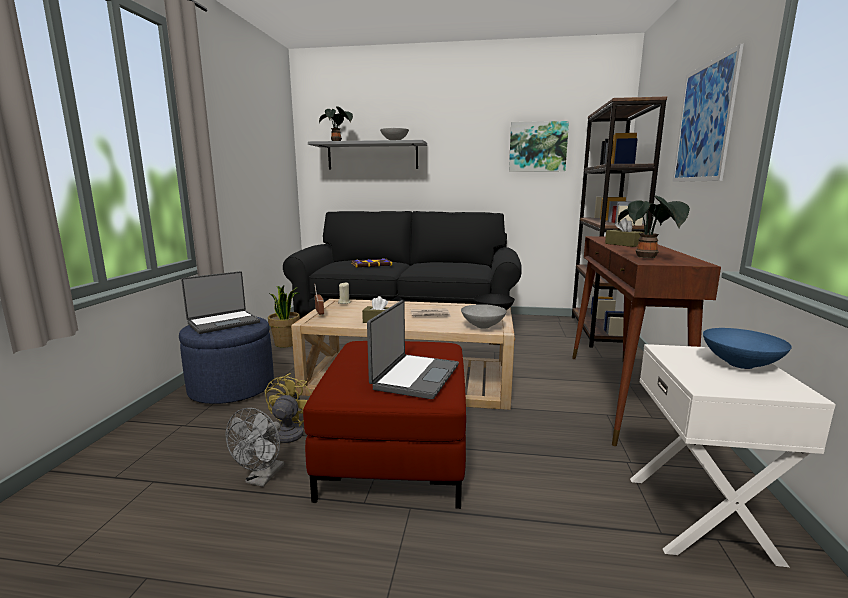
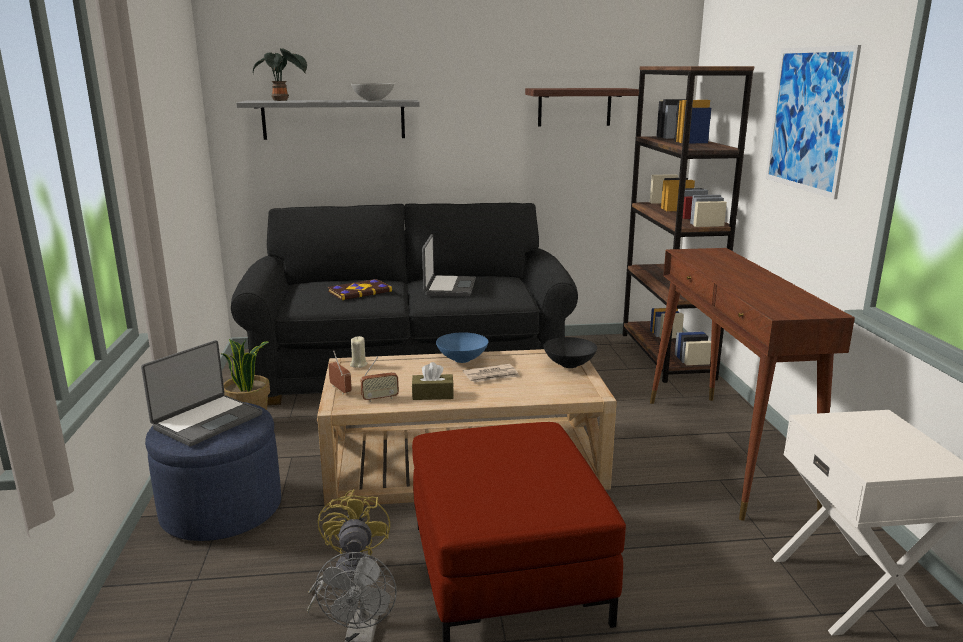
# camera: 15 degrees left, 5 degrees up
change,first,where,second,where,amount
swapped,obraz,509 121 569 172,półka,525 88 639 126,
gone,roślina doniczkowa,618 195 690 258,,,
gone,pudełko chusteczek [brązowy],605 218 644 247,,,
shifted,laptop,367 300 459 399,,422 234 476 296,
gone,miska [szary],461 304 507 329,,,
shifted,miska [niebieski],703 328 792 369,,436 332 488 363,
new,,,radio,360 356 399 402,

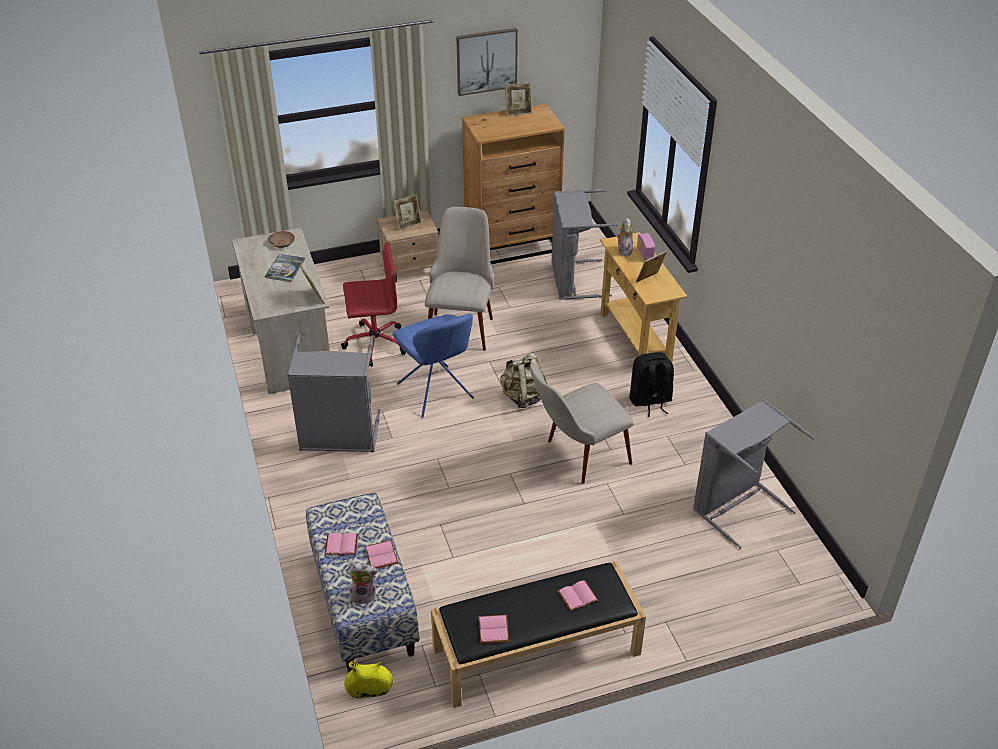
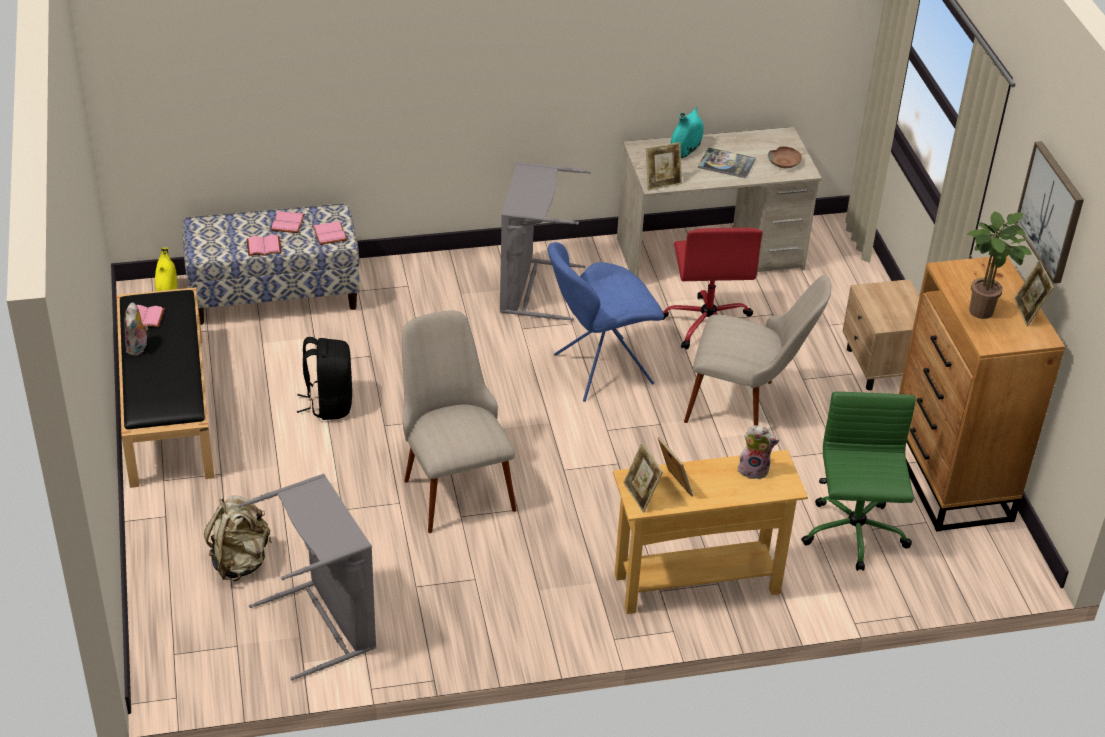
# camera: 95 degrees right, 0 degrees up
change,first,where,second,where,amount
swapped,kosz na pranie [szary],551 190 618 300,krzesło biurowe [zielony],801 392 916 571,
shifted,ramka na zdjęcie,393 194 422 230,,623 442 663 513,
gone,radio,637 233 655 261,,,
shifted,plecak [czarny],629 352 674 417,,297 337 352 420,
shifted,plecak [beżowy],500 353 547 408,,204 495 272 581,
shifted,pluszak,349 563 378 604,,124 302 148 356,
shifted,książka [różowy],558 580 599 612,,312 221 347 245,
new,,,wazon [turkusowy],671 107 704 158,
new,,,roślina doniczkowa,967 211 1032 319,

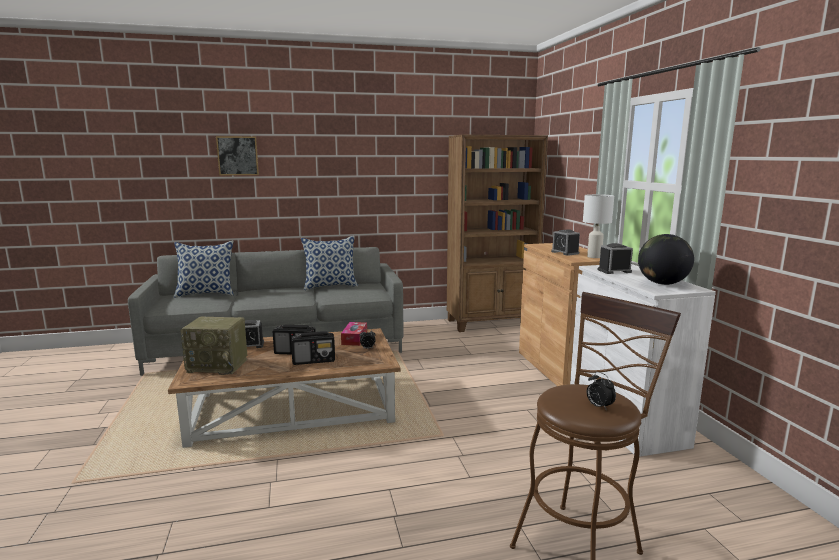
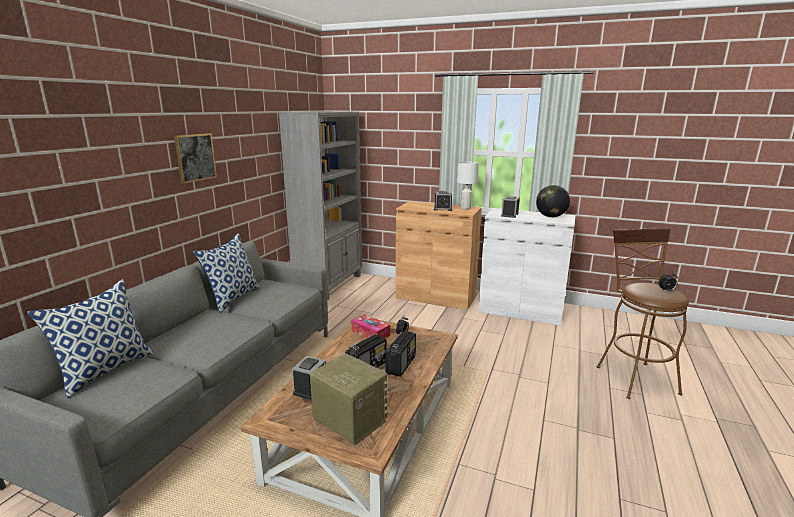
# camera: 55 degrees left, 5 degrees up
change,first,where,second,where,amount
repainted,regał [brązowy],447 135 548 332,regał [szary],279 111 362 301,
shifted,obraz,216 136 259 176,,174 133 217 184,
rotated,radio,180 316 247 375,,310 353 387 446,90 degrees counterclockwise

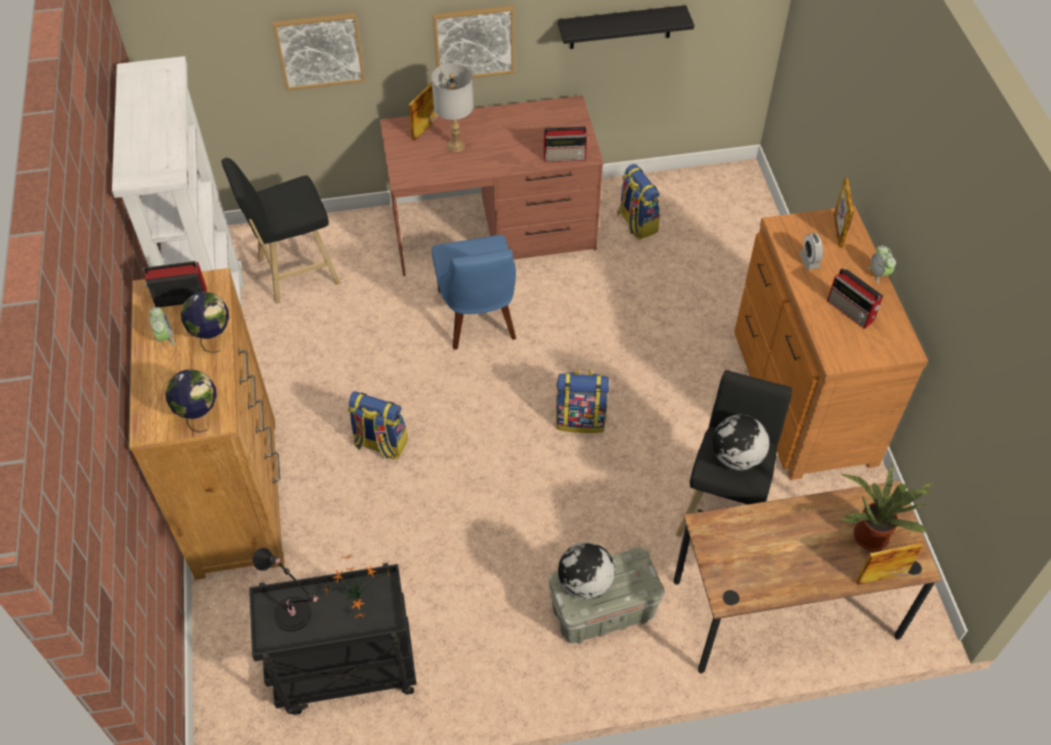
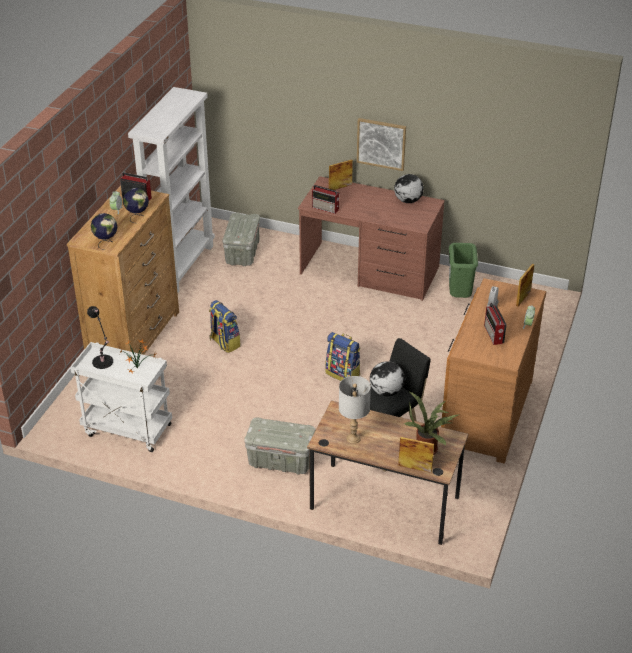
# camera: 30 degrees right, 15 degrees down
change,first,where,second,where,amount
gone,półka [czarny],558 5 694 49,,,
gone,obraz,273 13 365 91,,,
shifted,lampa stołowa [szary],431 63 473 152,,339 376 371 444,
shifted,radio,544 127 589 162,,312 185 339 214,
swapped,stołek [czarny],221 158 340 304,pojemnik do przechowywania [szary],222 213 260 266,
swapped,plecak,617 164 660 239,kosz na śmieci [zielony],449 243 478 298,
gone,krzesło [niebieski],432 235 516 350,,,
shifted,globus,558 542 615 600,,394 174 424 203,
repainted,wózek [czarny],249 563 417 715,wózek [biały],70 342 172 452,

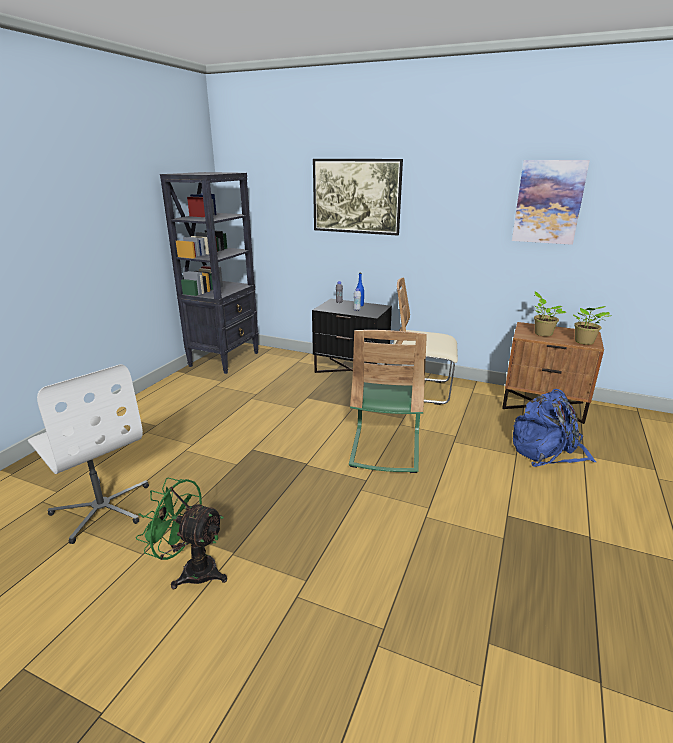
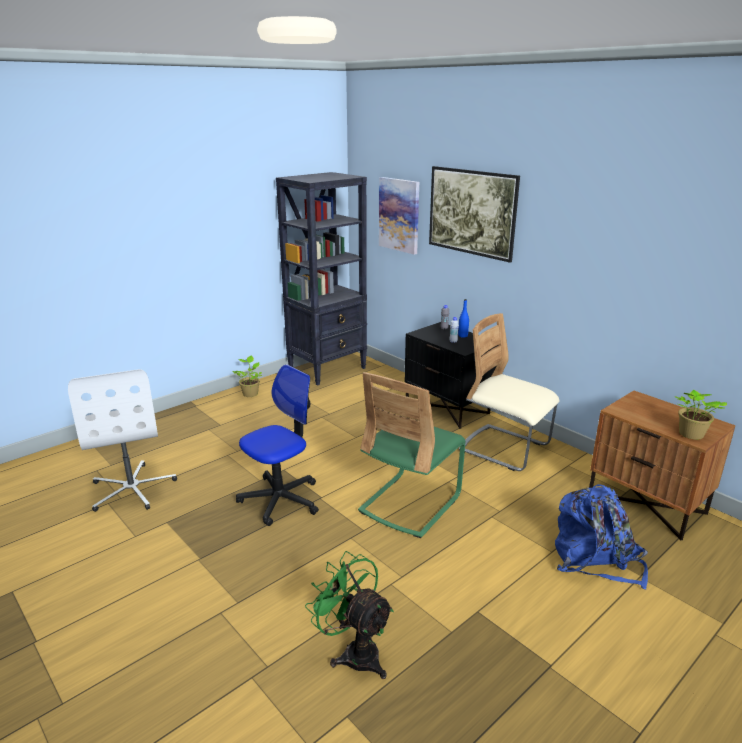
# camera: 25 degrees right, 0 degrees up
change,first,where,second,where,amount
shifted,obraz,512 160 590 245,,379 177 419 255,
shifted,roślina doniczkowa,534 292 566 337,,232 356 262 397,
shifted,wentylator [zielony],136 477 227 590,,305 551 394 679,
new,,,krzesło biurowe,236 364 319 526,

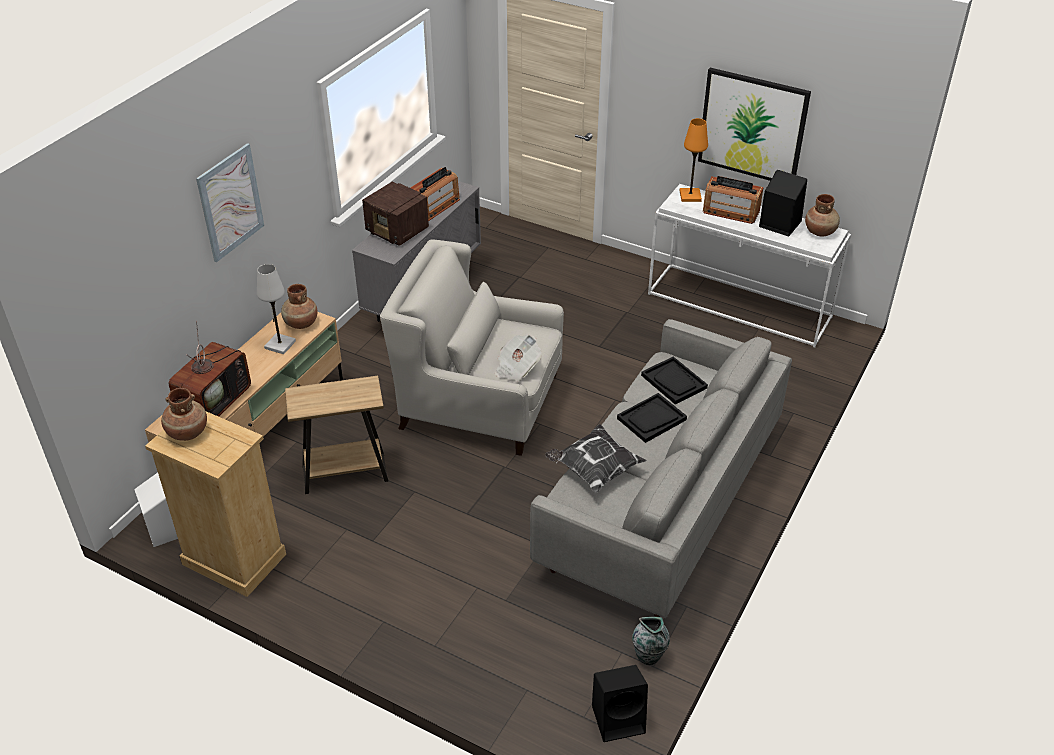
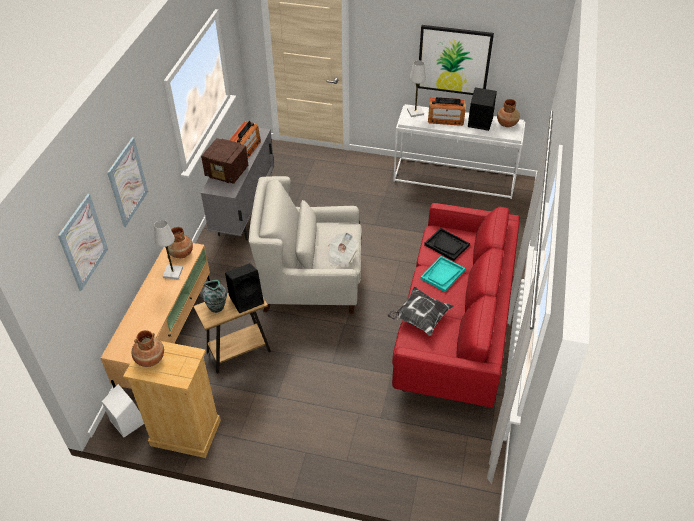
# camera: 15 degrees left, 5 degrees up
change,first,where,second,where,amount
repainted,lampa stołowa [pomarańczowy],680 118 708 202,lampa stołowa [biały],407 60 426 117,
repainted,kanapa [szary],530 319 792 618,kanapa [czerwony],392 203 520 408,
gone,telewizor,169 321 251 417,,,
repainted,taca [czarny],617 393 687 443,taca [turkusowy],421 256 465 292,
shifted,wazon,632 617 670 665,,202 280 227 313,
shifted,głośnik [czarny],592 665 648 742,,225 263 264 313,
new,,,obraz,58 194 108 291,

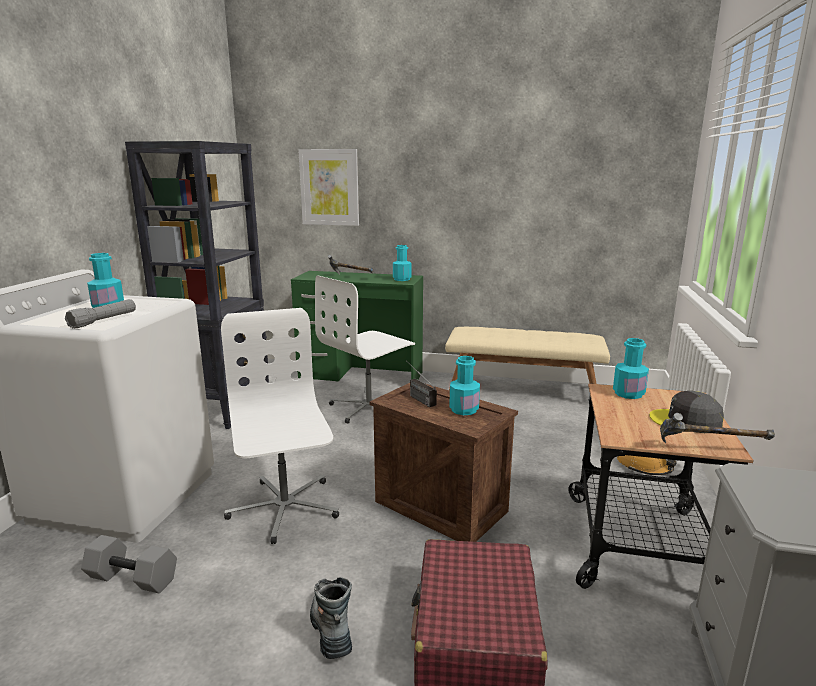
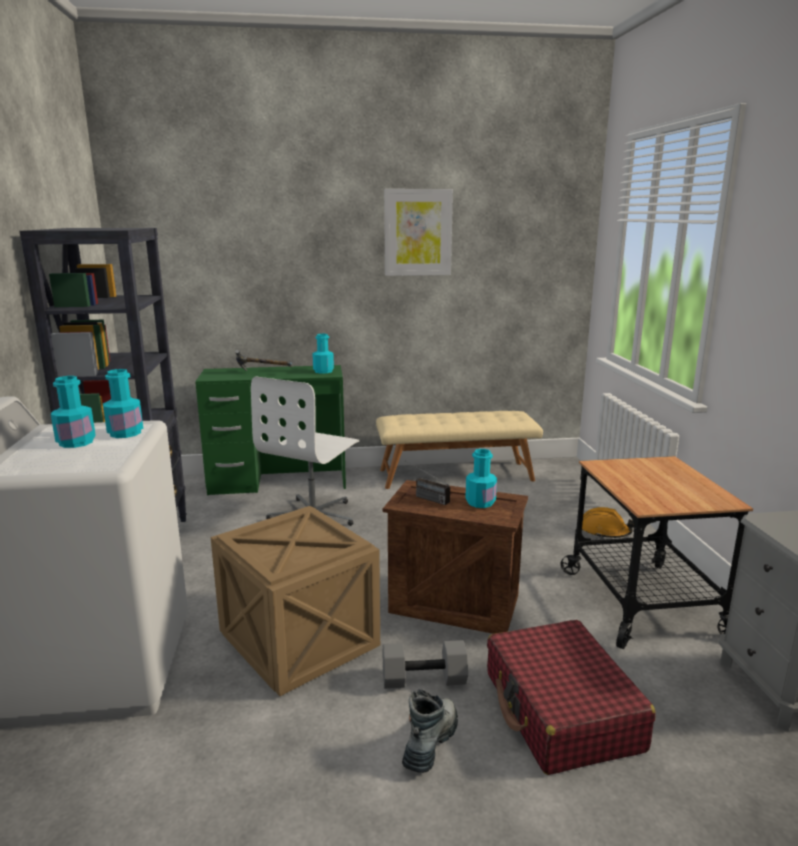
# camera: 20 degrees left, 0 degrees up
change,first,where,second,where,amount
shifted,obraz,298 149 359 226,,384 189 453 276,
gone,latarka [szary],65 299 136 329,,,
swapped,krzesło biurowe [biały],221 308 339 544,skrzynka,211 506 380 696,
shifted,butelka [turkusowy],613 338 649 399,,103 369 143 438,
gone,czapka z daszkiem [szary],649 391 724 433,,,
gone,młotek,660 413 775 443,,,
shifted,hantel [szary],81 535 177 593,,383 640 468 689,
rotated,but z cholewką,310 577 352 659,,402 689 458 773,60 degrees clockwise

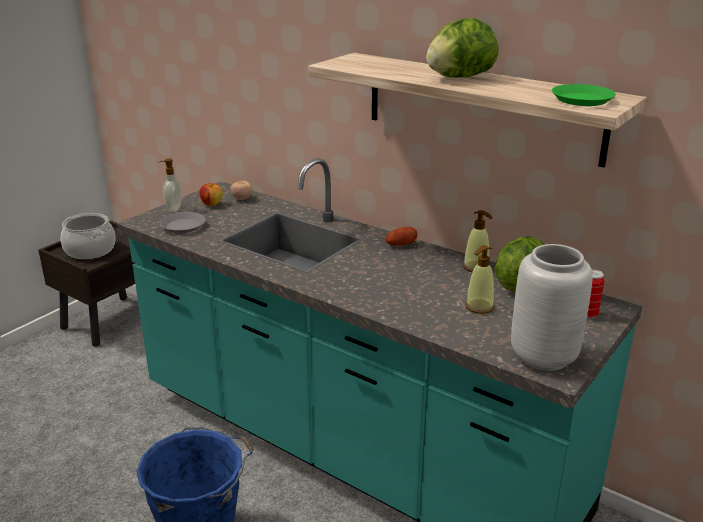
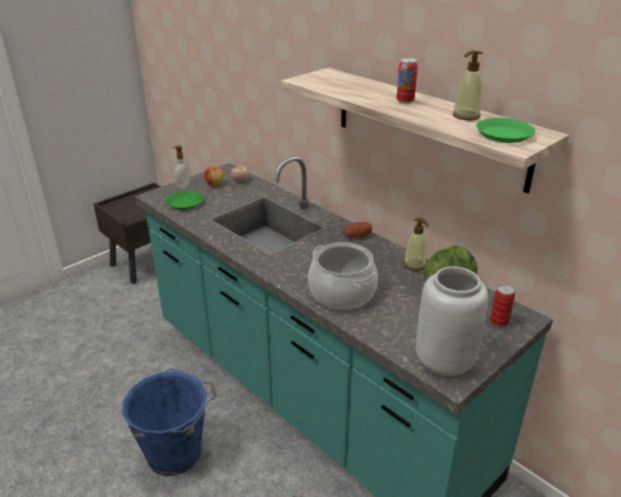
# camera: 10 degrees right, 5 degrees up
change,first,where,second,where,amount
swapped,sałata,426 18 499 78,puszka,397 58 418 104,
repainted,talerz [szary],160 212 206 233,talerz [zielony],166 191 203 210,
shifted,garnek,60 213 116 259,,308 242 378 310,
shifted,dozownik mydła,465 245 494 314,,453 50 483 120,

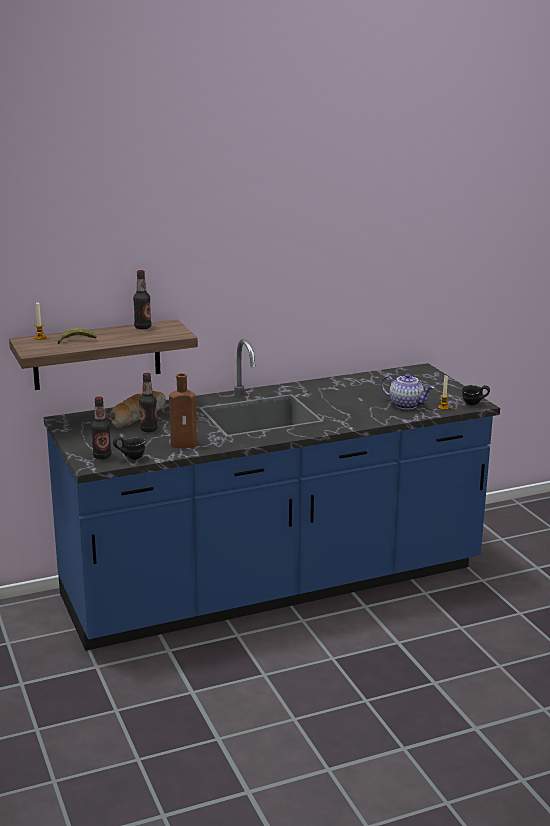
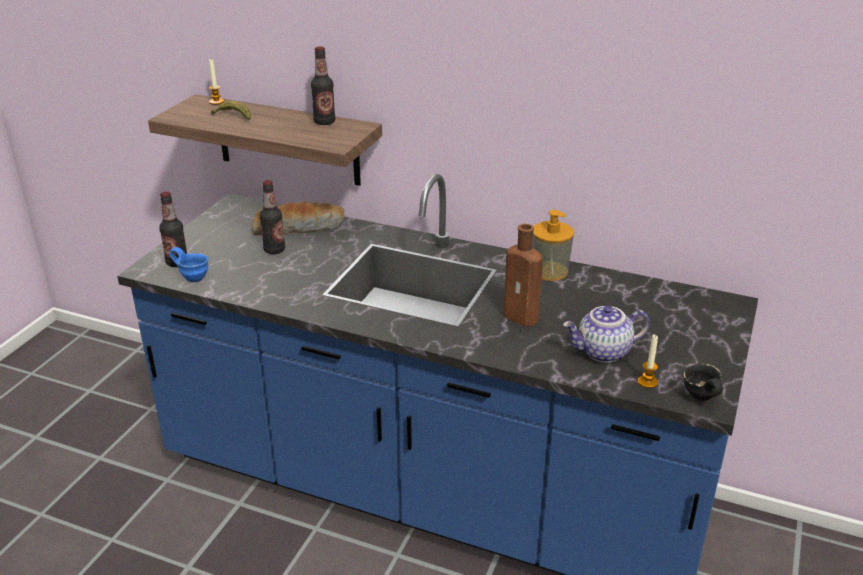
# camera: 45 degrees right, 10 degrees up
change,first,where,second,where,amount
shifted,butelka [brązowy],169 373 197 448,,504 224 543 327,
rotated,imbryk,381 373 434 410,,563 305 650 363,90 degrees clockwise
repainted,kubek [czarny],113 437 145 460,kubek [niebieski],170 247 208 282,
new,,,dozownik mydła,532 210 574 281,

